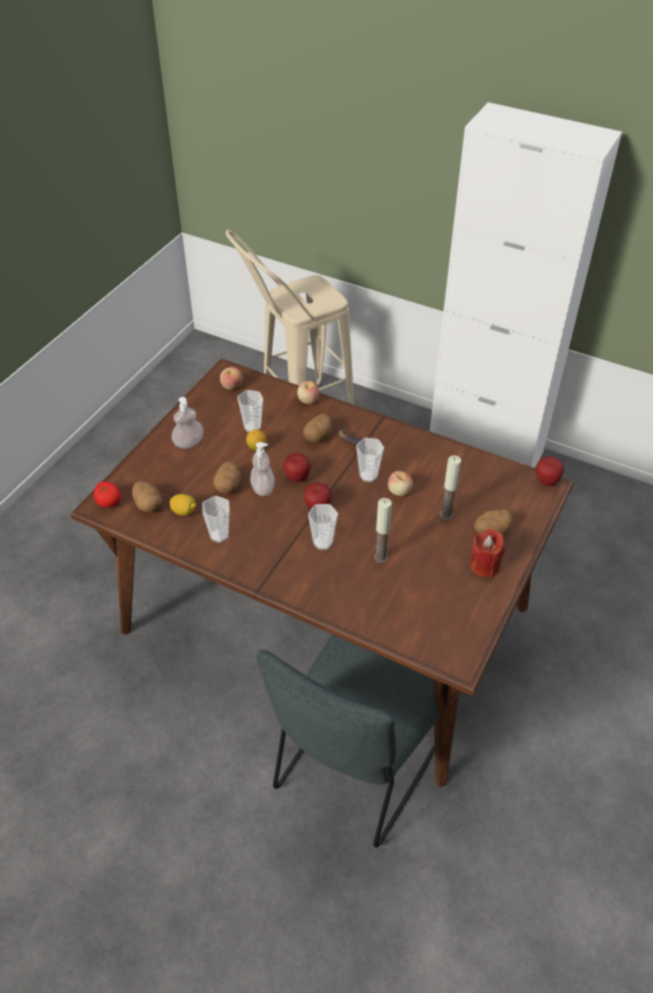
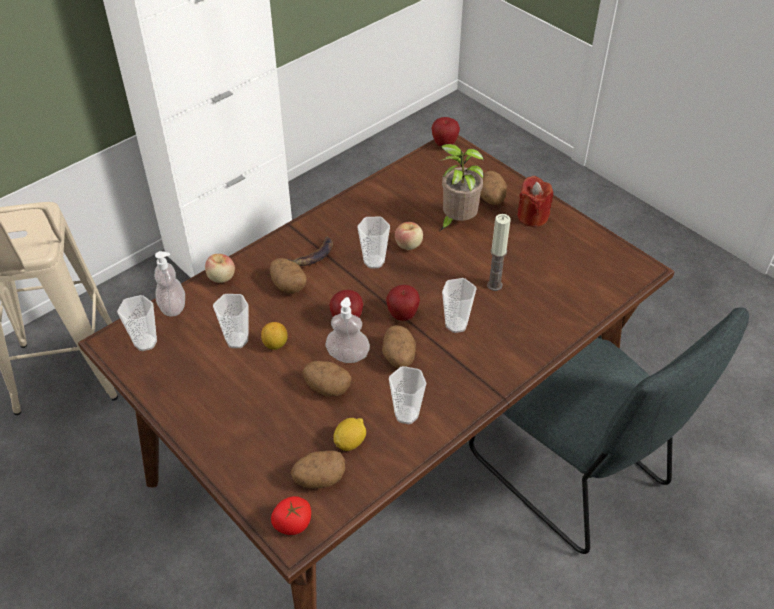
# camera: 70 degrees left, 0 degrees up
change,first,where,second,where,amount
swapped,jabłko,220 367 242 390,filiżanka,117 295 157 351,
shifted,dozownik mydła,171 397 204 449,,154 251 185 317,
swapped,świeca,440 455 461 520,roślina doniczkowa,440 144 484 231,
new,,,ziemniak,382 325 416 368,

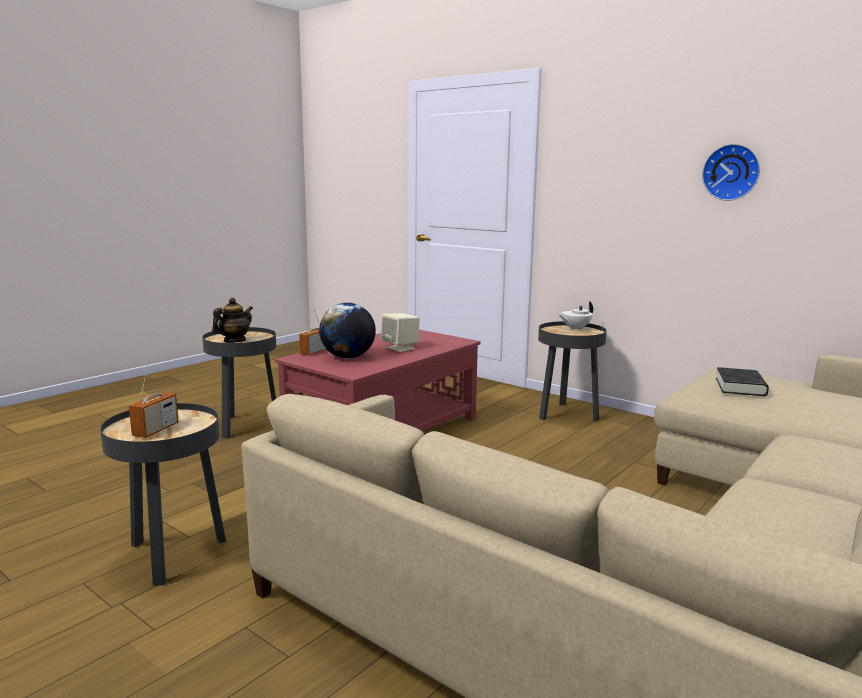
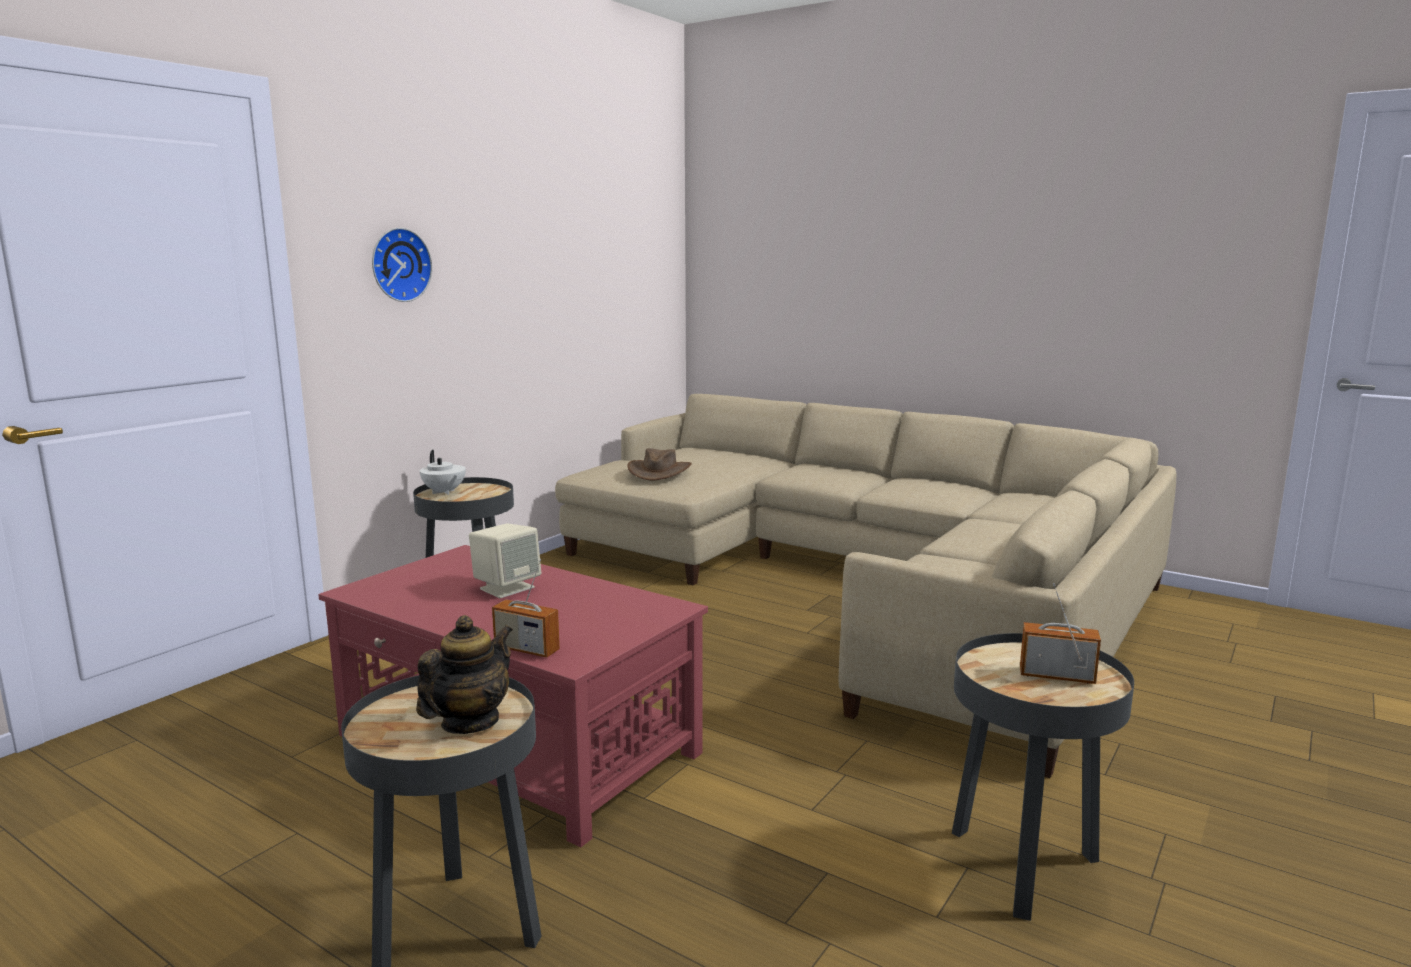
# camera: 95 degrees left, 0 degrees up
change,first,where,second,where,amount
shifted,zegar ścienny,702 144 760 201,,372 228 432 302,
rotated,imbryk,212 298 253 343,,416 615 513 734,90 degrees clockwise
gone,globus,319 302 376 358,,,
swapped,książka [czarny],716 367 769 396,kapelusz [brązowy],628 448 691 480,

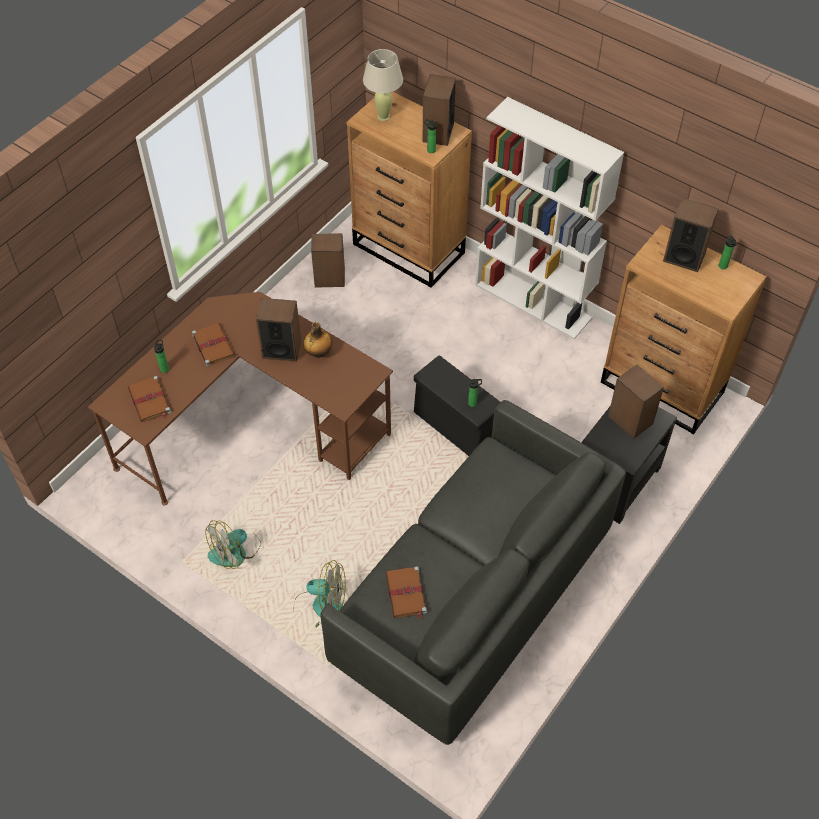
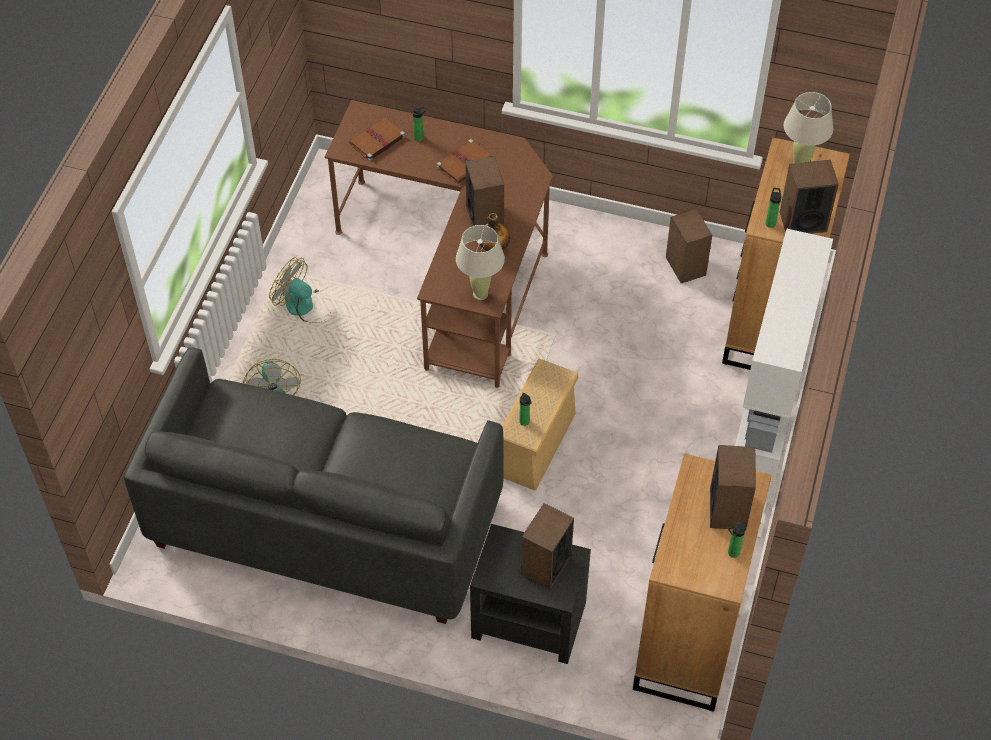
# camera: 70 degrees right, 0 degrees up
change,first,where,second,where,amount
repainted,pojemnik do przechowywania [czarny],414 356 500 456,pojemnik do przechowywania [beżowy],502 359 578 490,
gone,książka [brązowy],386 566 427 619,,,
new,,,lampa stołowa [beżowy],456 225 505 300,

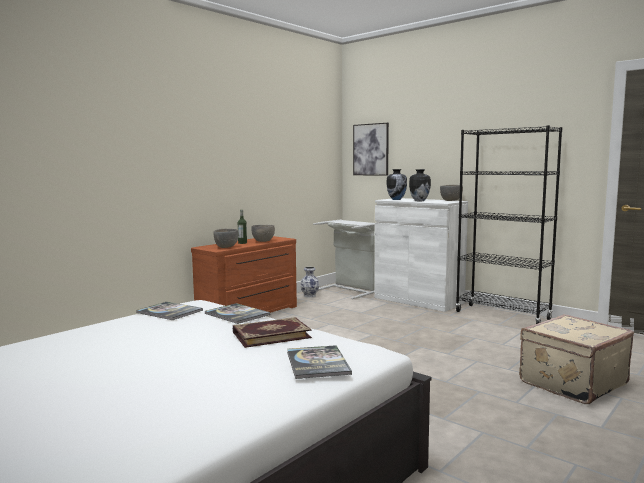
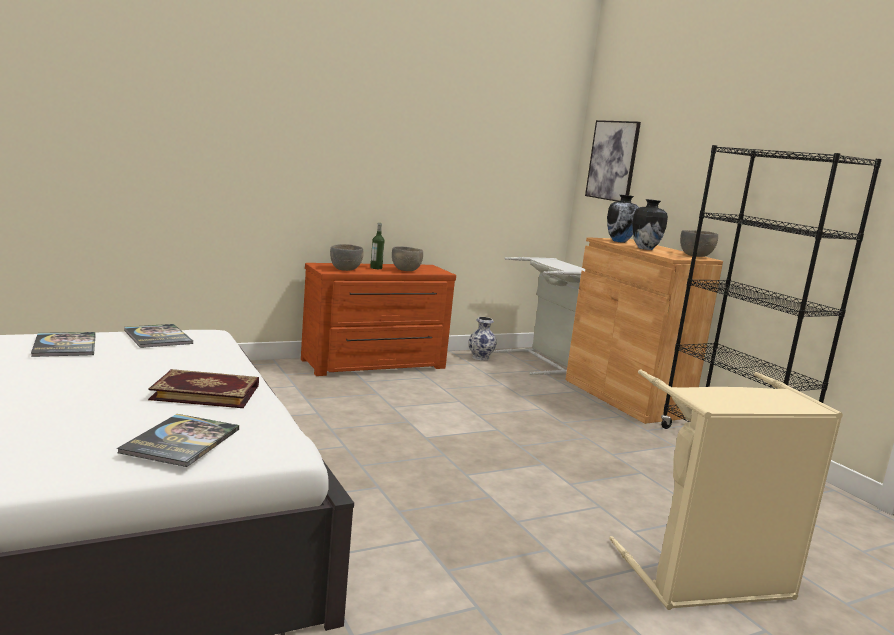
# camera: 20 degrees right, 5 degrees up
change,first,where,second,where,amount
repainted,szafka [biały],374 198 468 312,szafka [brązowy],565 237 723 424,
shifted,książka,205 303 270 324,,31 332 96 357,
swapped,walizka [beżowy],519 314 634 404,kosz na pranie [beżowy],609 370 843 610,

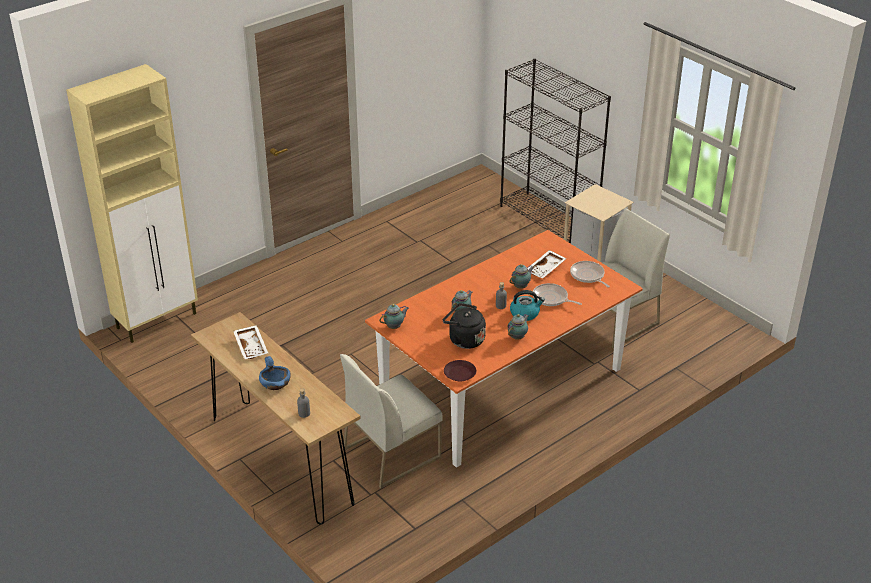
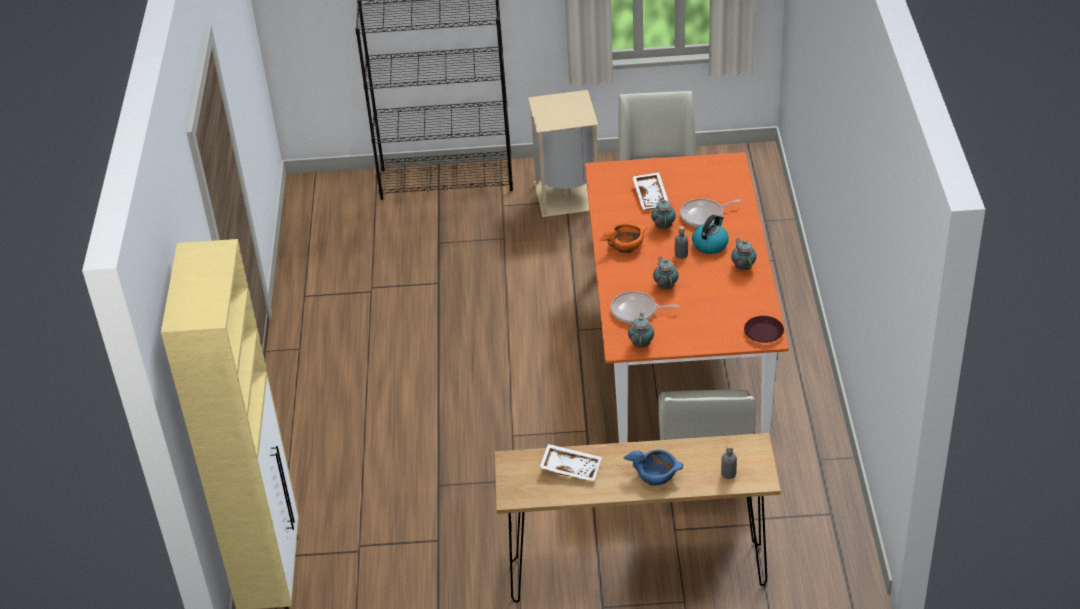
# camera: 50 degrees left, 5 degrees up
change,first,where,second,where,amount
shifted,patelnia,570 261 610 288,,611 291 679 324,
gone,czajnik [czarny],443 303 486 349,,,
new,,,miska [pomarańczowy],600 223 646 253,

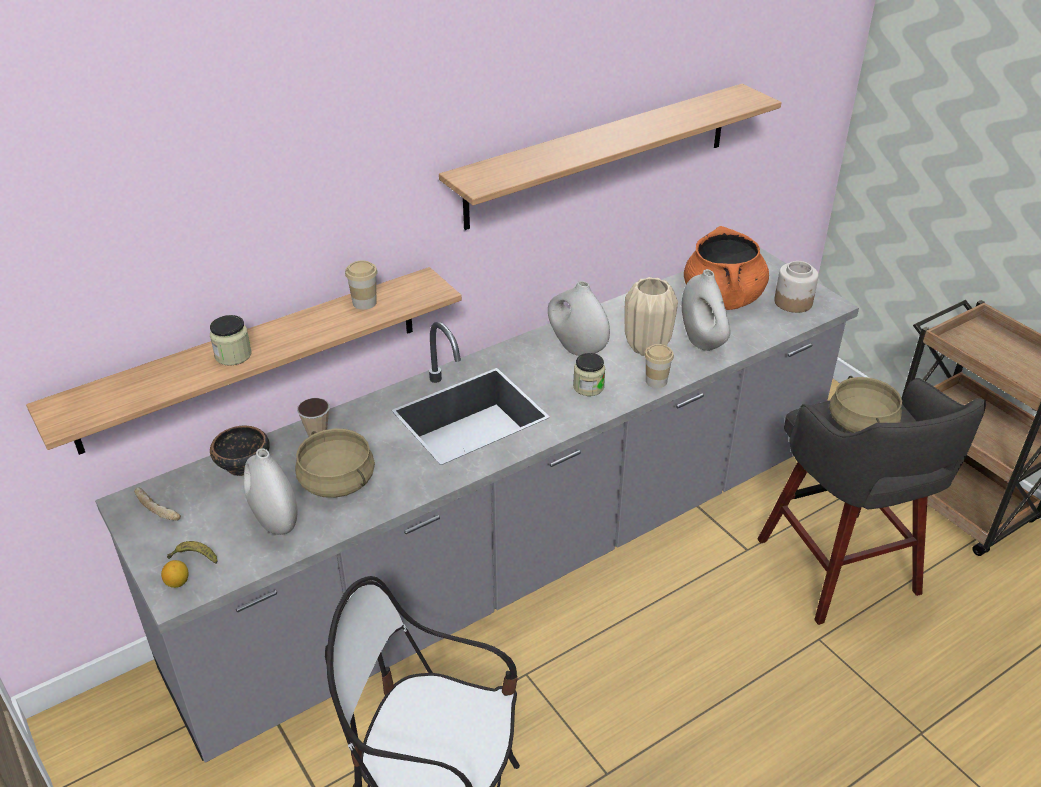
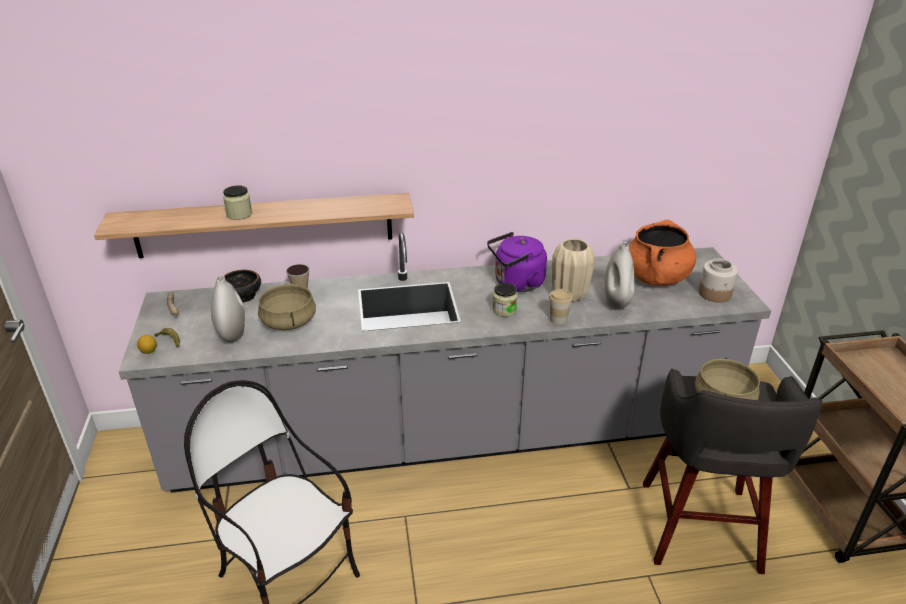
# camera: 25 degrees right, 5 degrees down
change,first,where,second,where,amount
gone,półka,439 84 782 230,,,
gone,filiżanka,345 260 378 310,,,
swapped,wazon [biały],548 281 610 356,czajnik [fioletowy],487 232 547 292,

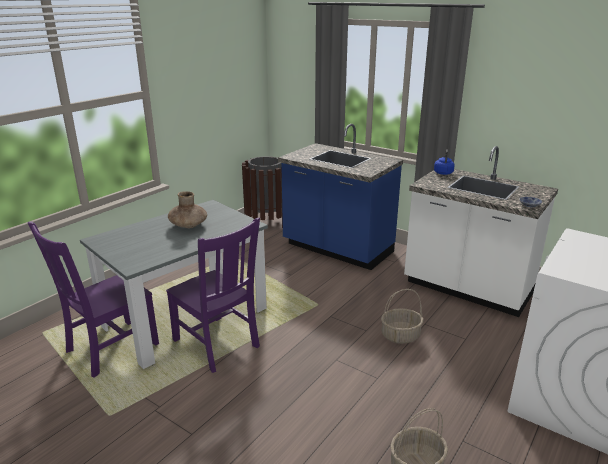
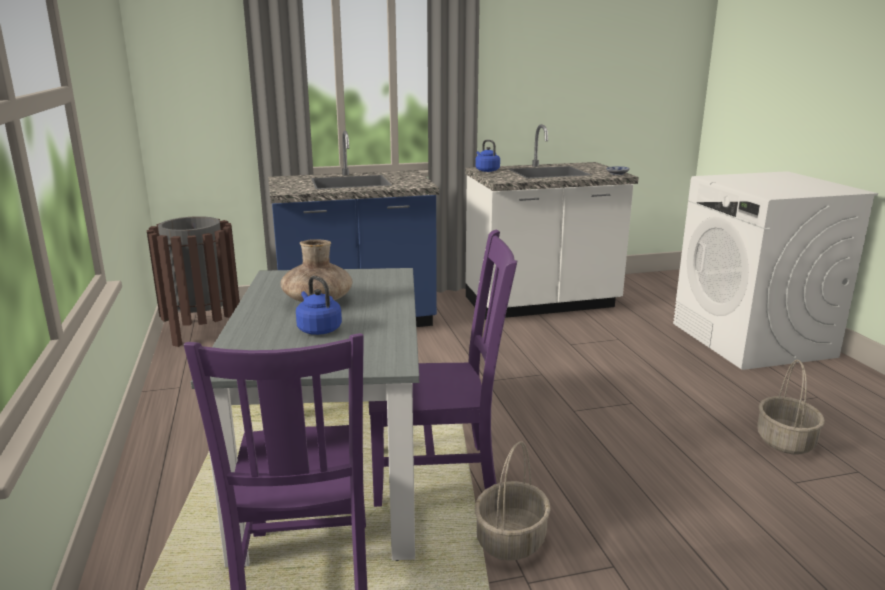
# camera: 50 degrees left, 5 degrees down
change,first,where,second,where,amount
shifted,koszyk,381 289 423 344,,475 441 551 561,
new,,,czajnik [niebieski],296 276 342 335,

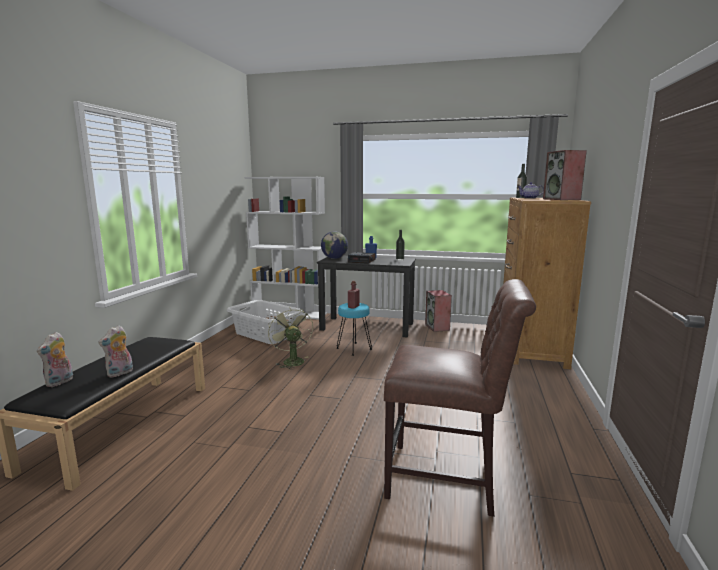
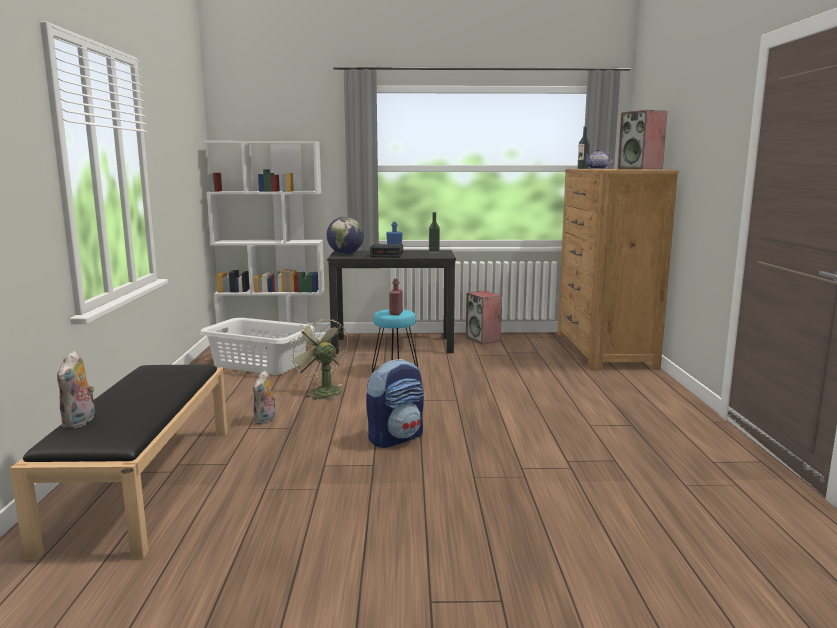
# camera: 15 degrees left, 0 degrees up
change,first,where,second,where,amount
gone,krzesło [brązowy],384 279 536 517,,,
shifted,pluszak,98 325 133 378,,253 370 276 425,
new,,,plecak,366 359 424 448,

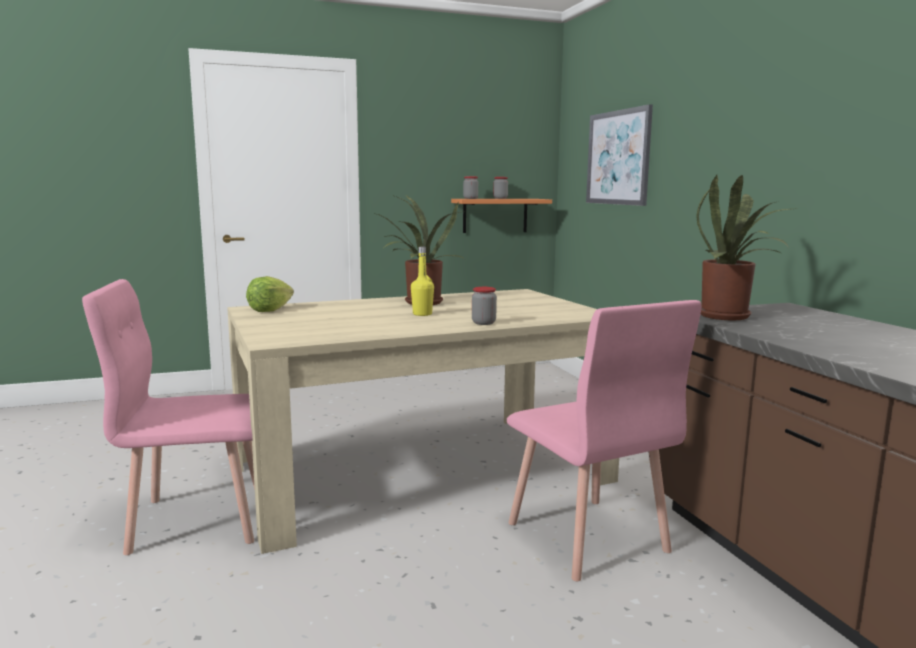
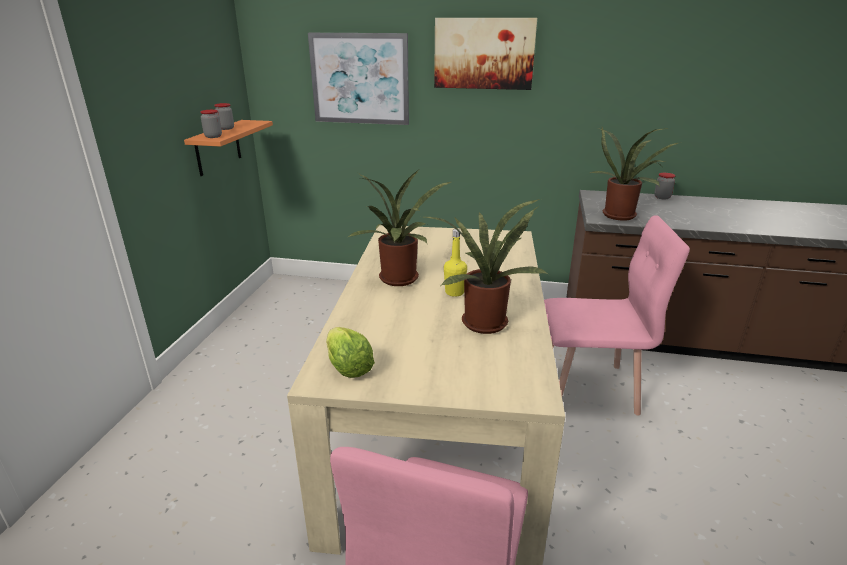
# camera: 60 degrees left, 15 degrees up
change,first,where,second,where,amount
shifted,słoik,472 287 497 325,,654 173 675 199,
new,,,obraz,434 18 537 90,
new,,,roślina doniczkowa,424 199 549 334,

